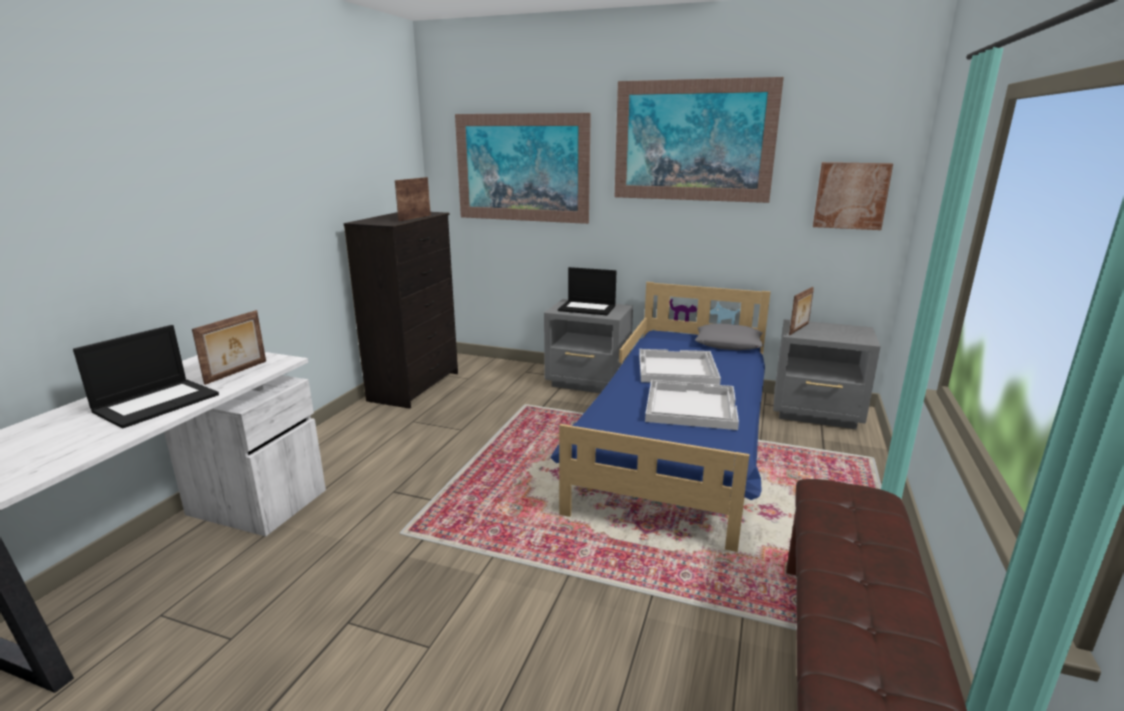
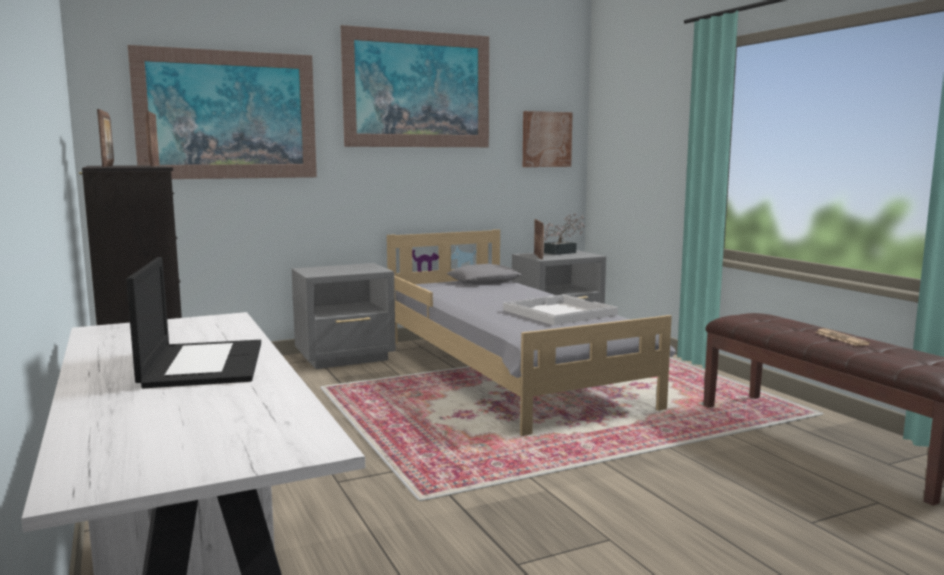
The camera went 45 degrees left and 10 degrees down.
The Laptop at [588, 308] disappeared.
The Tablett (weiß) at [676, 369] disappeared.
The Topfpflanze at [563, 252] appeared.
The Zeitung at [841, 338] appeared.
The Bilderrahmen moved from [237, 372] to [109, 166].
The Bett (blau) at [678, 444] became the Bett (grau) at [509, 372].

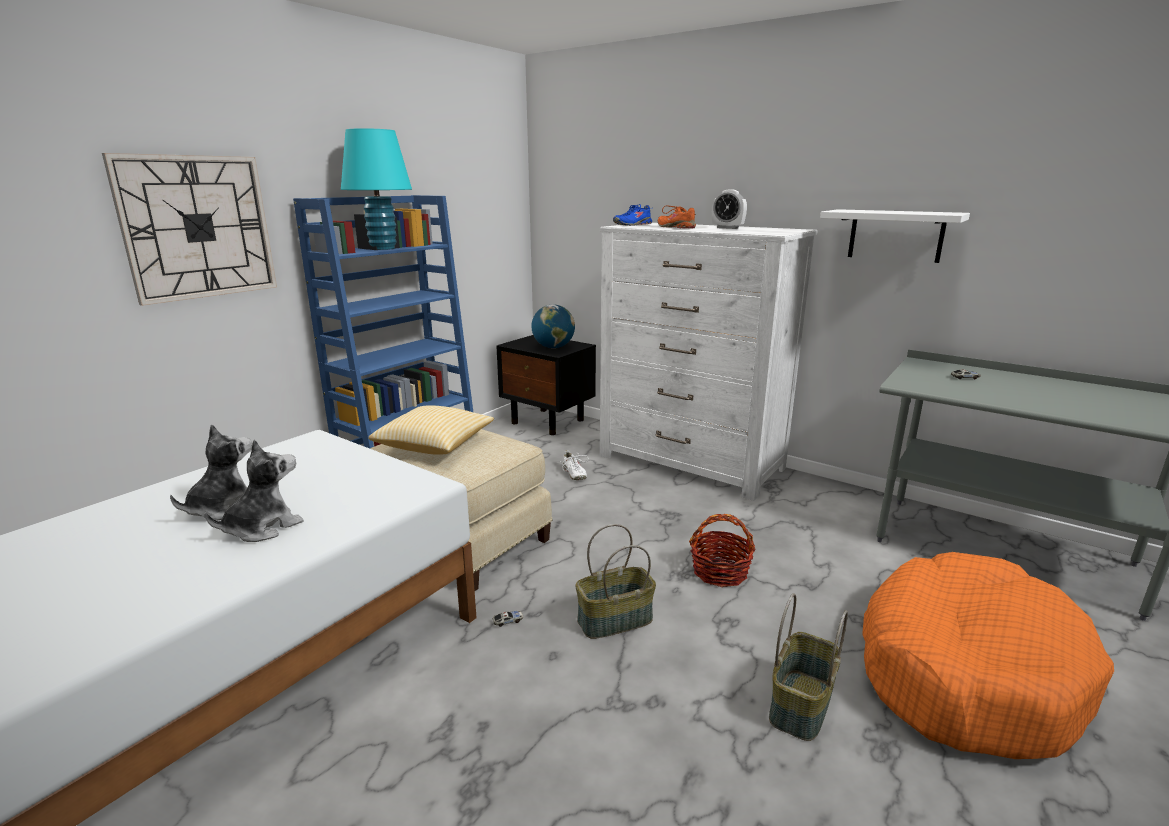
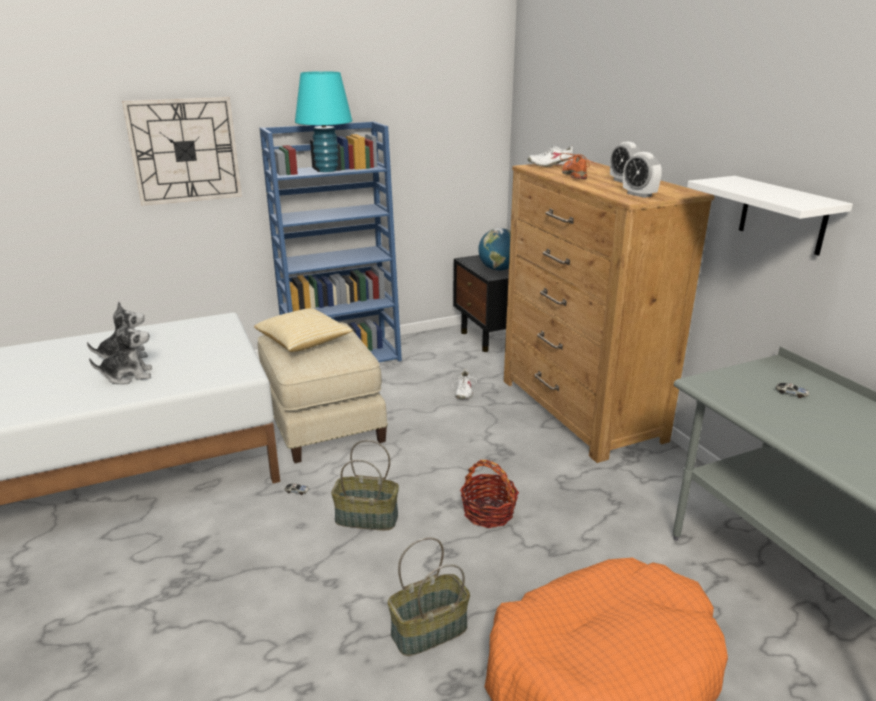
The camera went 30 degrees right and 5 degrees up.
The Wecker at [639, 195] appeared.
The Kommode (weiß) at [690, 462] became the Kommode (braun) at [580, 409].
The Schuh (blau) at [632, 225] became the Schuh (weiß) at [551, 165].

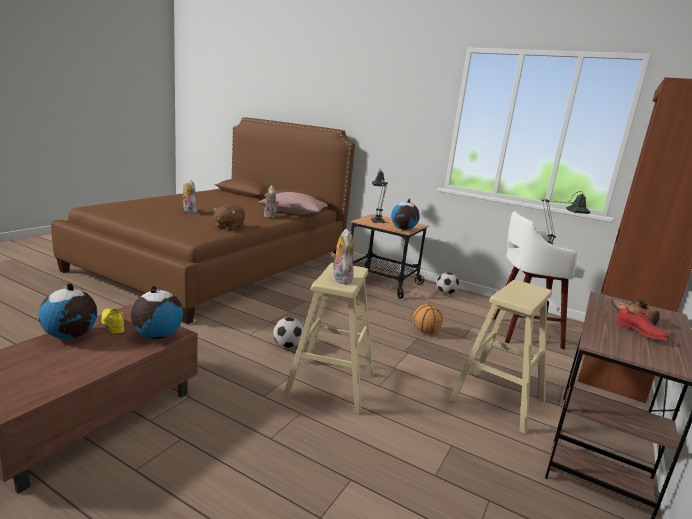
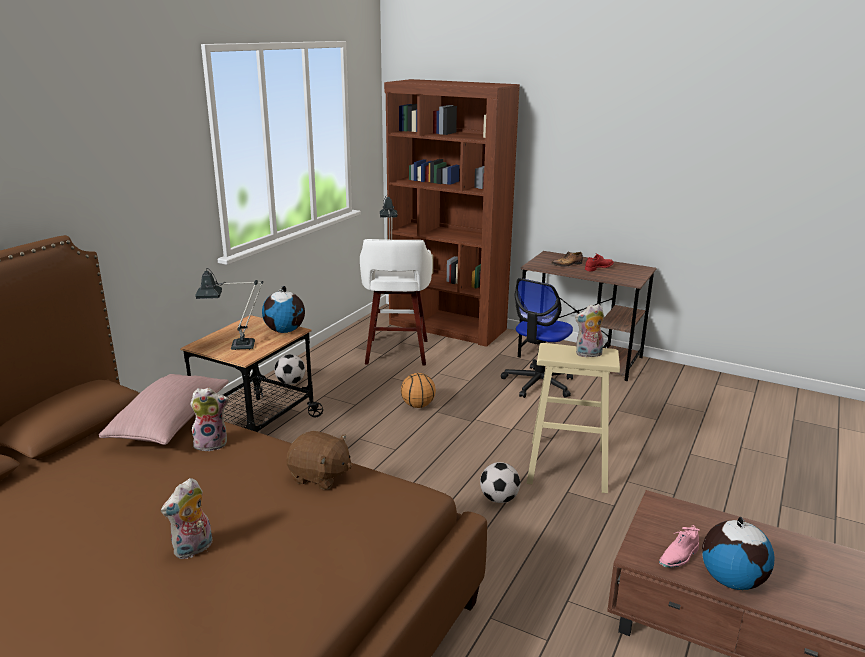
The camera went 90 degrees left and 5 degrees up.
The Globus at [157, 336] disappeared.
The Hocker (beige) at [497, 399] was replaced by the Bürostuhl at [538, 383].
The Schuh (gelb) at [112, 324] became the Schuh (rosa) at [679, 557].

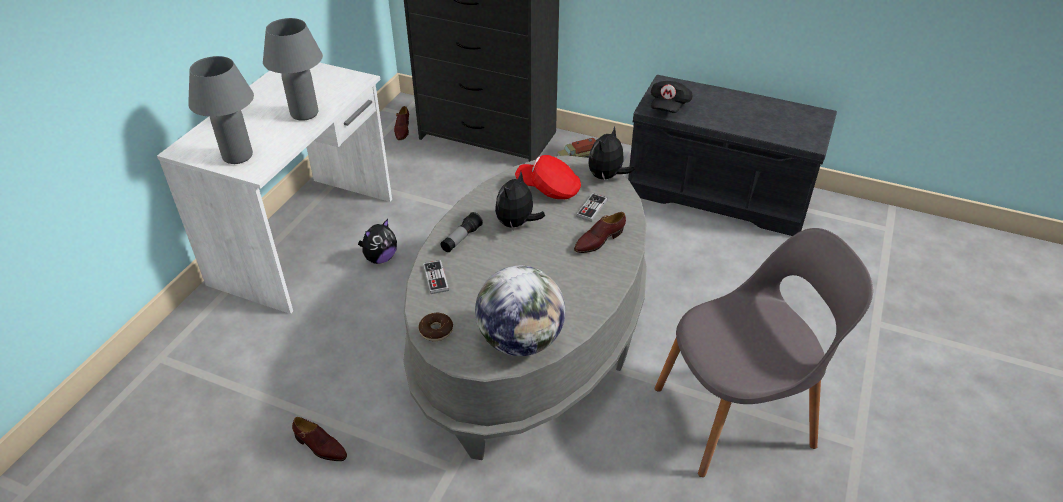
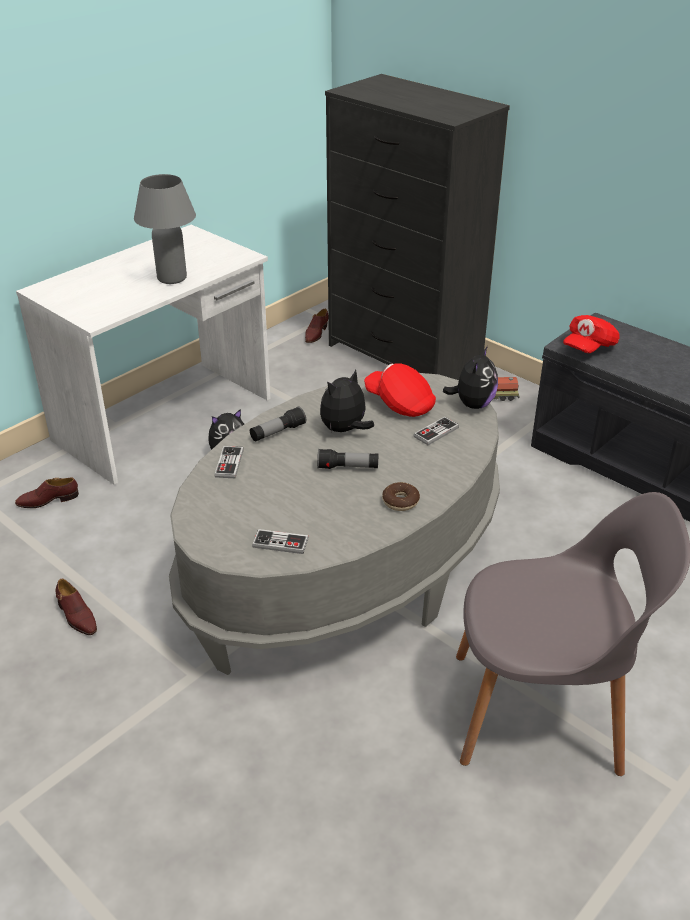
The camera went 20 degrees right and 5 degrees down.
The Tischlampe (grau) at [238, 156] disappeared.
The Taschenlampe at [348, 467] appeared.
The Donut moved from [436, 331] to [400, 501].
The Schuh (braun) moved from [598, 240] to [48, 500].
The Globus at [520, 340] was replaced by the Gamepad at [280, 543].
The Kappe (schwarz) at [668, 106] became the Kappe (rot) at [589, 347].
The Plüschtier at [607, 177] turned 150 degrees clockwise.

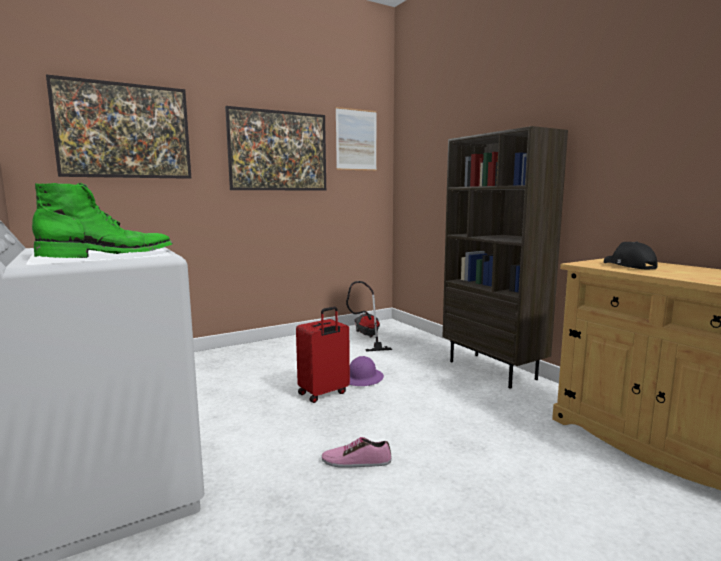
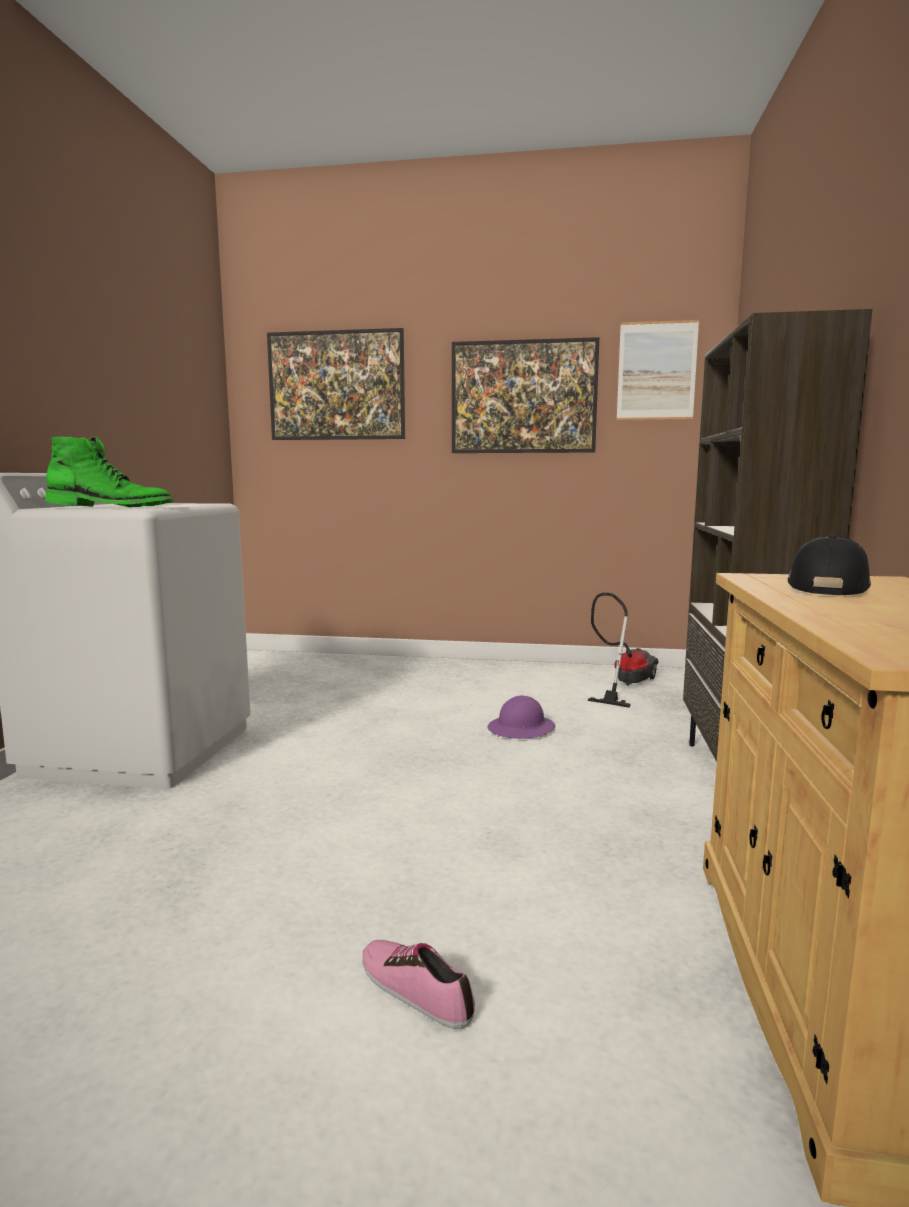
The camera went 40 degrees right and 0 degrees up.
The Koffer (rot) at [324, 394] disappeared.
The Schuh moved from [356, 461] to [416, 988].

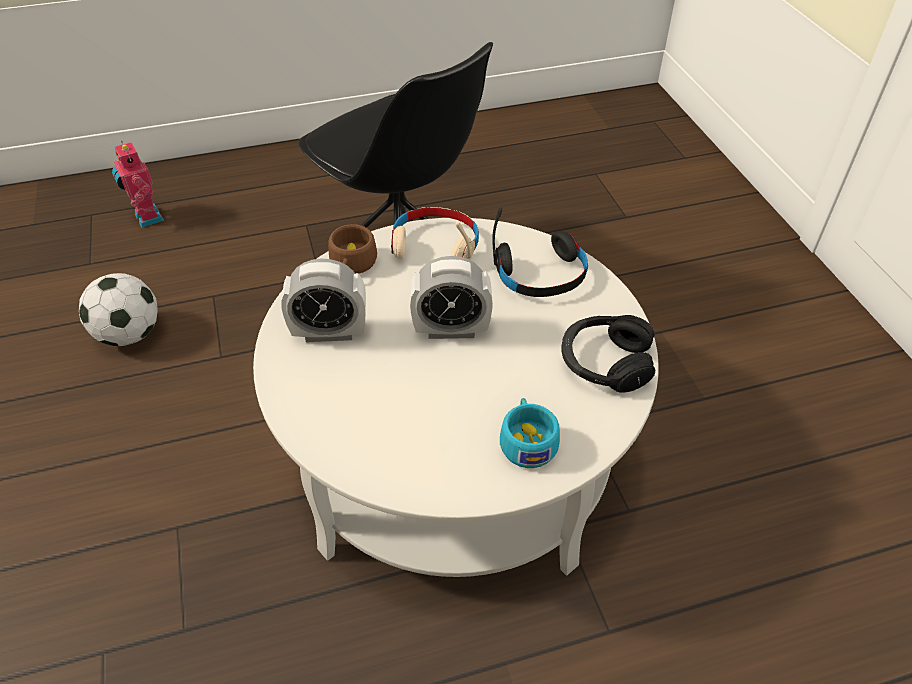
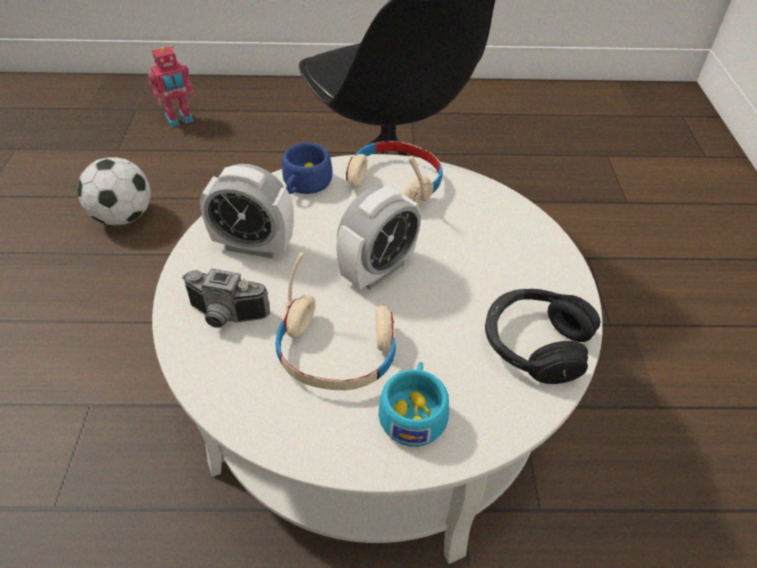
The camera went 15 degrees right and 0 degrees up.
The Kopfhörer (schwarz) at [541, 275] disappeared.
The Kamera at [225, 317] appeared.
The Kopfhörer (beige) at [336, 353] appeared.
The Tasse (braun) at [352, 265] became the Tasse (blau) at [305, 185].
The Spielzeugroboter at [146, 218] turned 105 degrees counterclockwise.
The Wecker at [451, 330] turned 60 degrees counterclockwise.

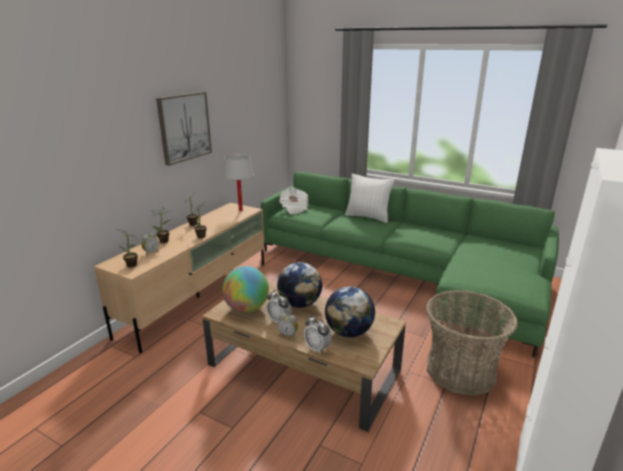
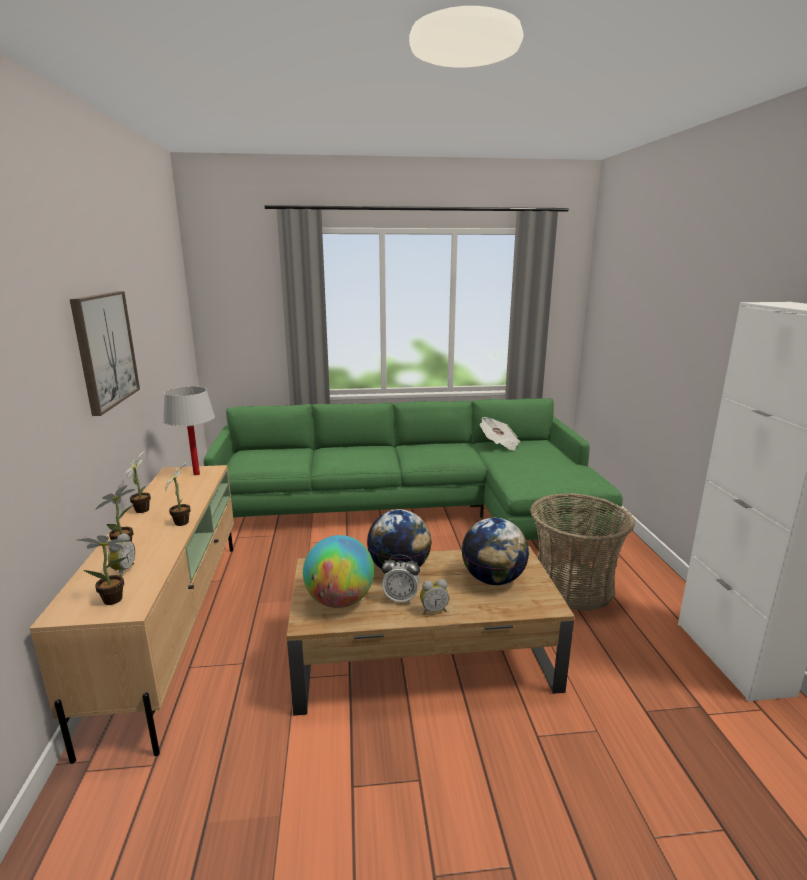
The camera went 35 degrees left and 5 degrees down.
The Wecker at [317, 348] disappeared.
The Kissen (weiß) at [367, 217] disappeared.
The Zeitung moved from [294, 209] to [499, 444].

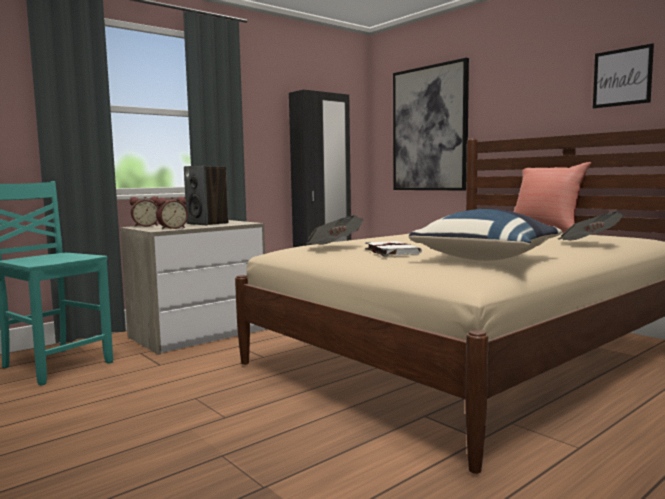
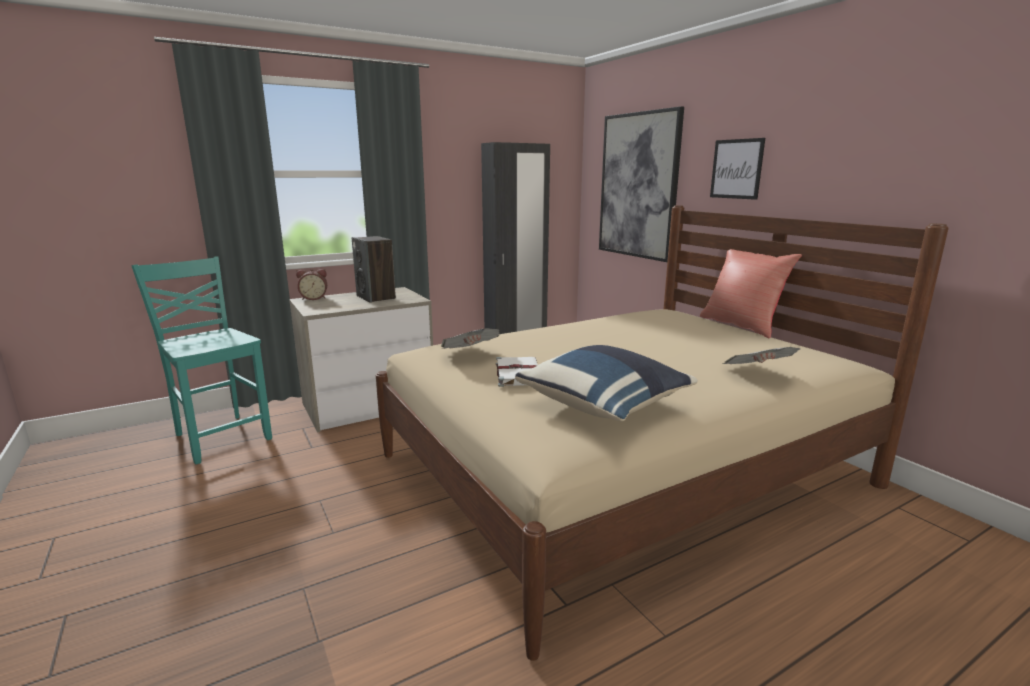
The camera went 10 degrees right and 10 degrees up.
The Wecker at [172, 228] disappeared.
The Bild moved from [622, 77] to [736, 169].

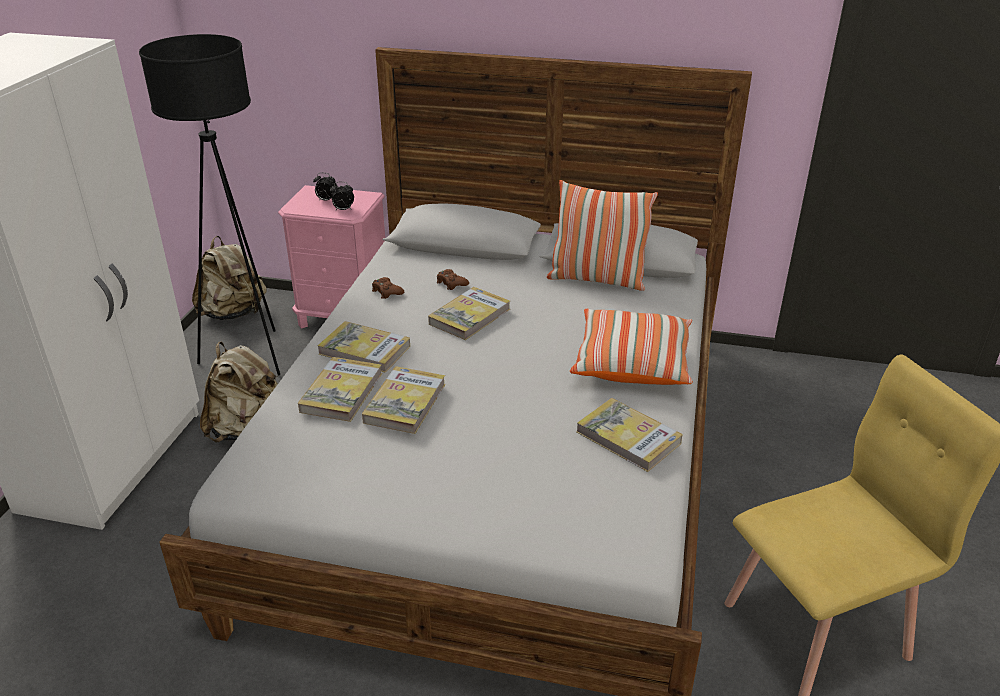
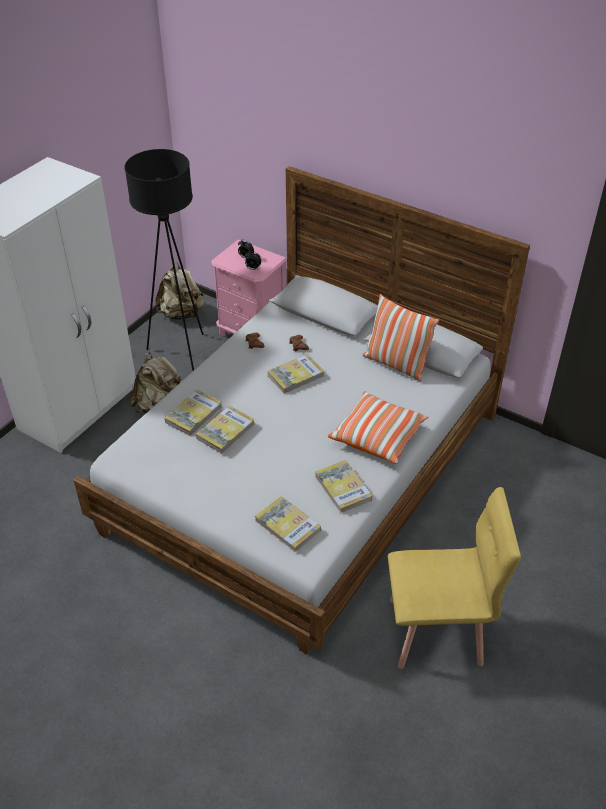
The camera went 20 degrees right and 10 degrees up.
The Buch moved from [364, 350] to [288, 526].

